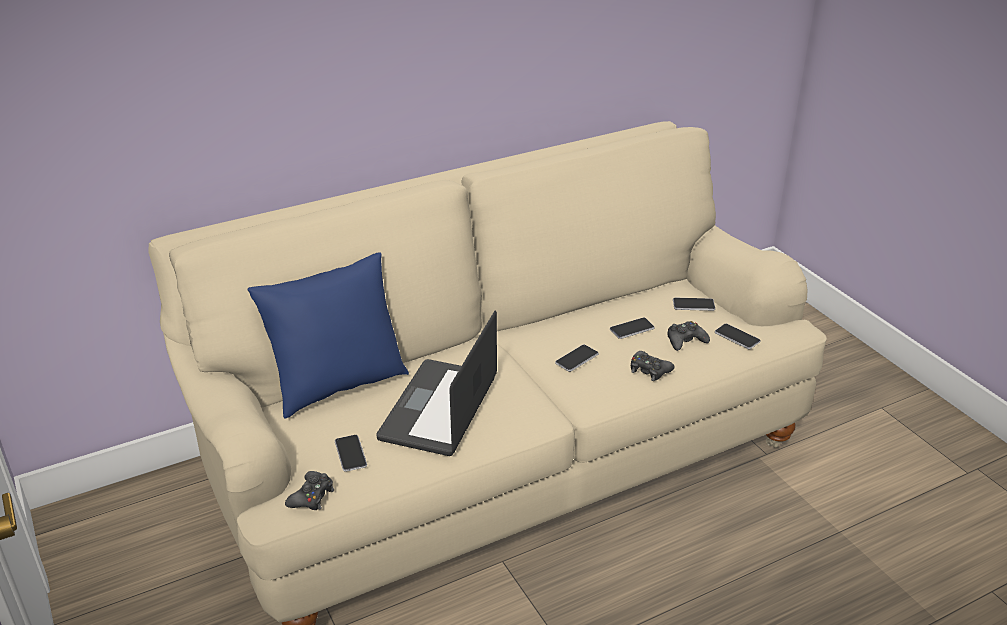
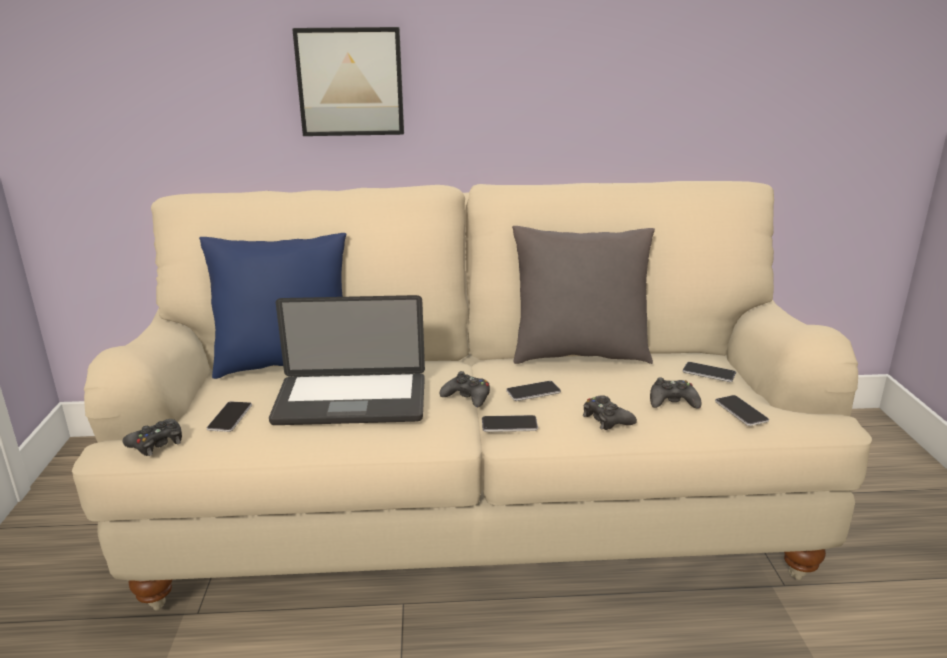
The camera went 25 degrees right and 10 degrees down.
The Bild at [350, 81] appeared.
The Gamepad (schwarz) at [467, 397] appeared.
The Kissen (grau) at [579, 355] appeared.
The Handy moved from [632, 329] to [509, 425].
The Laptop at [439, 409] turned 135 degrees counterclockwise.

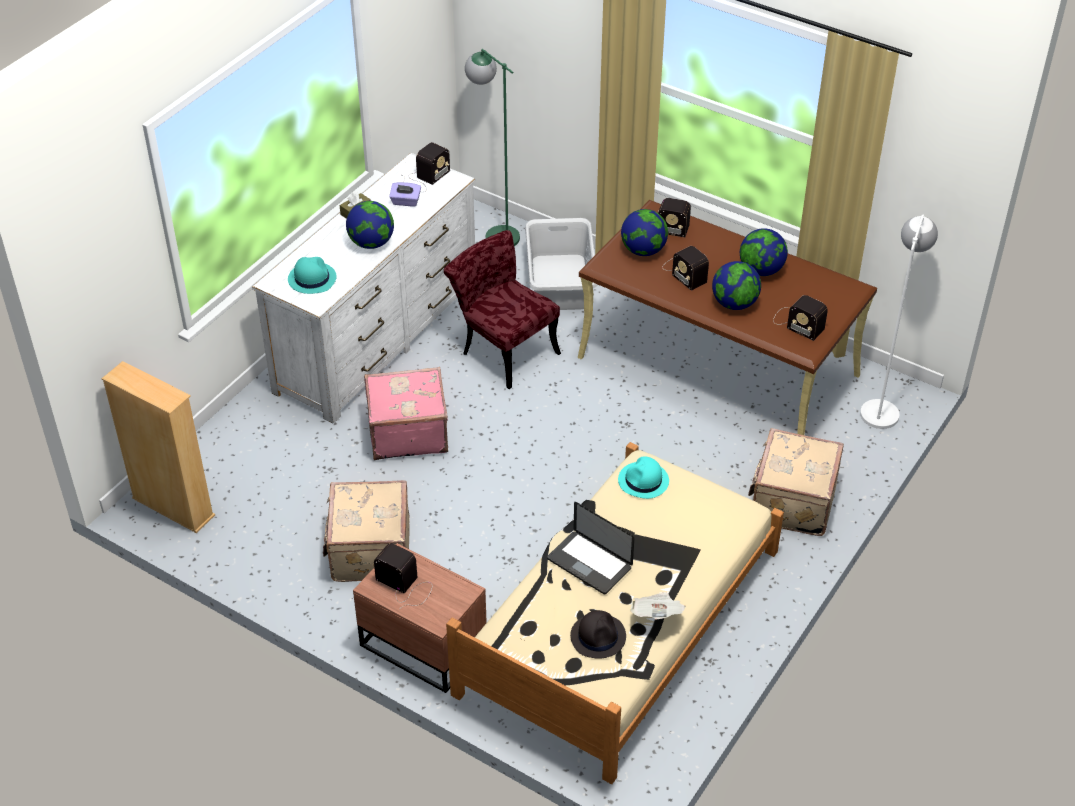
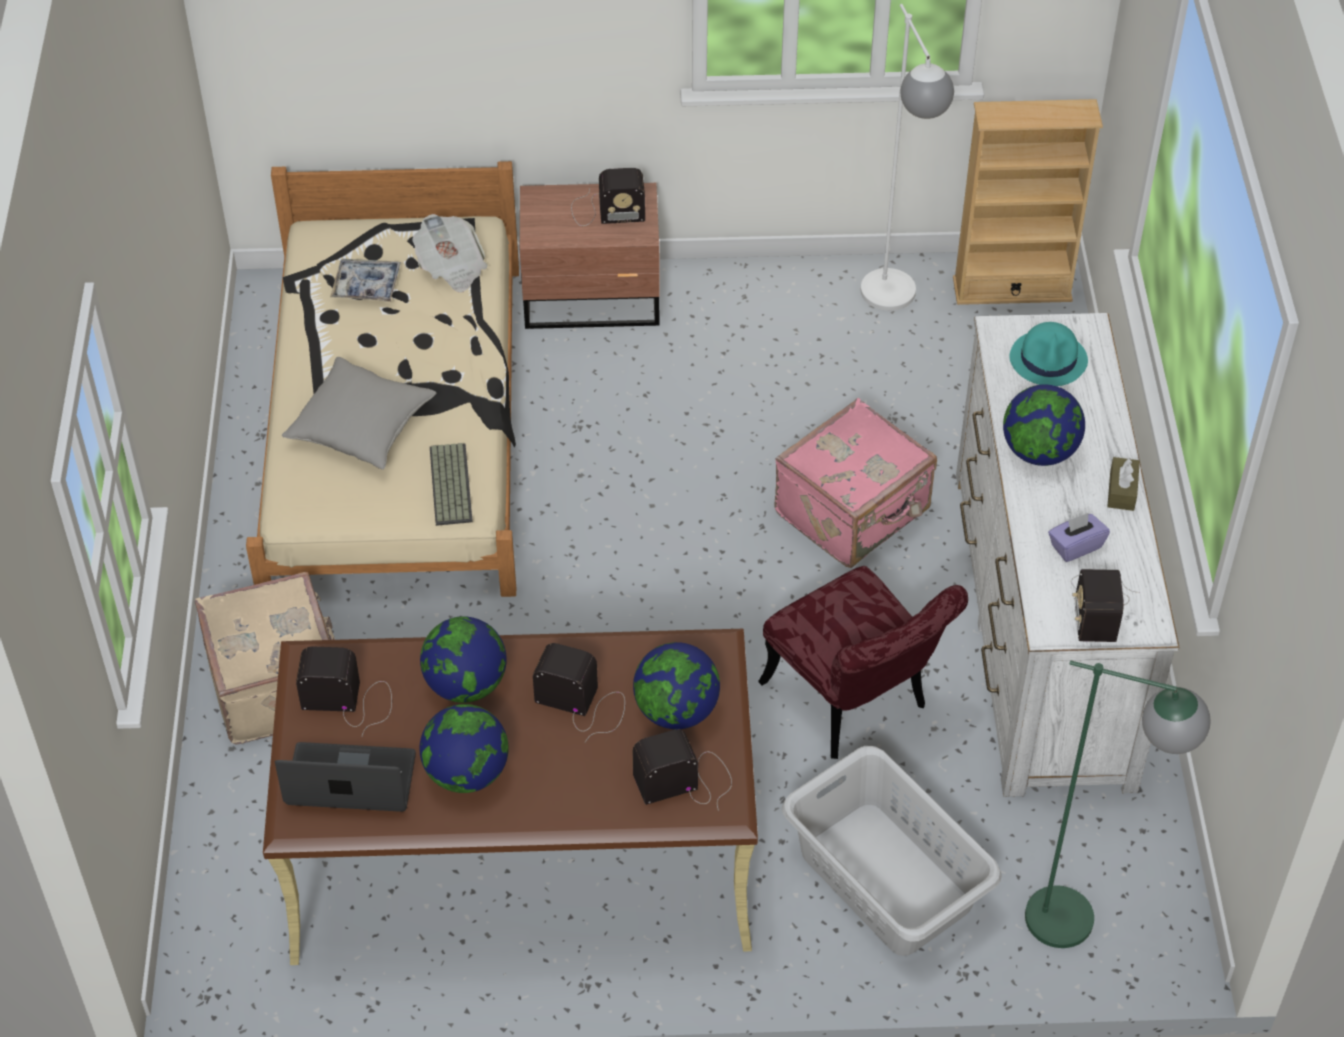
The camera went 145 degrees right and 5 degrees up.
The Koffer (beige) at [369, 551] disappeared.
The Kissen (grau) at [361, 427] appeared.
The Laptop moved from [589, 563] to [351, 780].
The Zeitung moved from [656, 615] to [451, 267].
The Stehlampe (weiß) moved from [882, 405] to [894, 305].
The Hut (schwarz) at [598, 636] was replaced by the Tablett at [366, 286].
The Hut (türkis) at [643, 481] was replaced by the Tastatur at [449, 484].
The Stuhl (rot) at [503, 349] turned 45 degrees clockwise.

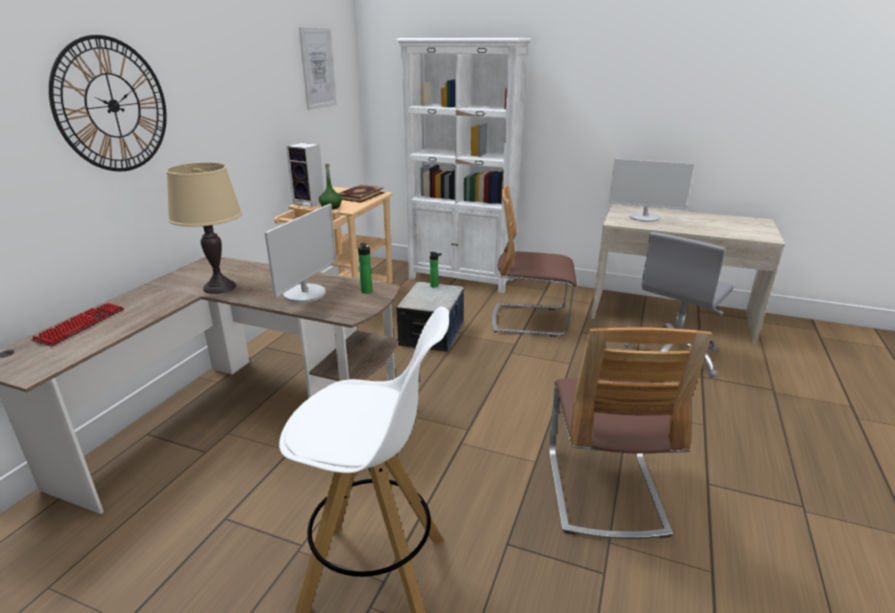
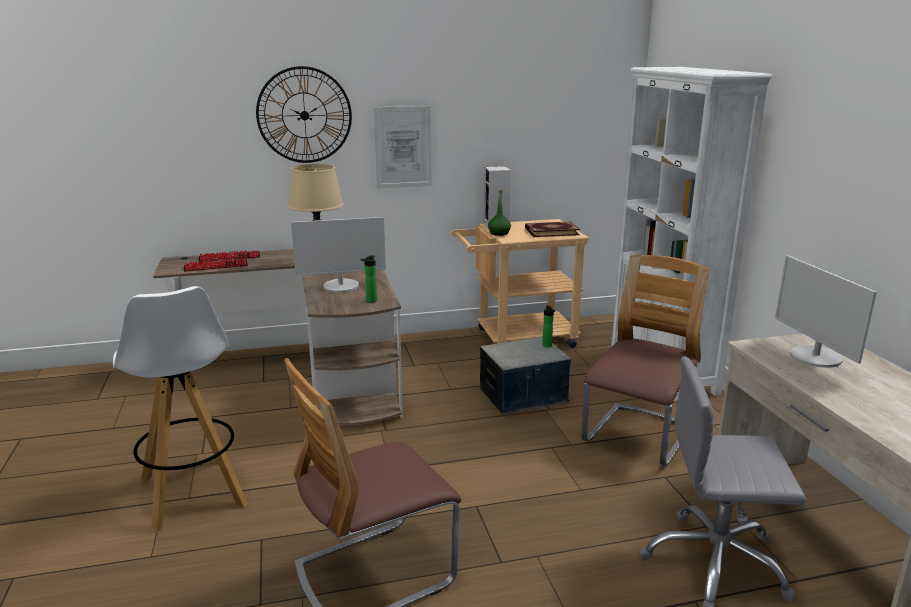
The camera went 55 degrees right and 5 degrees down.
The Tastatur at [216, 266] appeared.
The Bild moved from [318, 68] to [403, 147].
The Stuhl at [530, 320] turned 60 degrees clockwise.

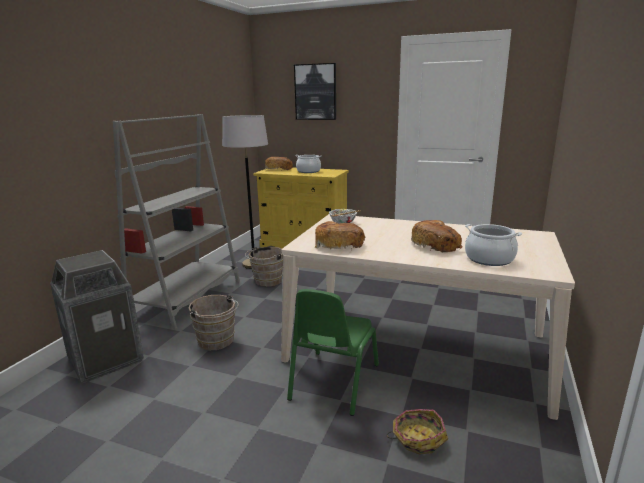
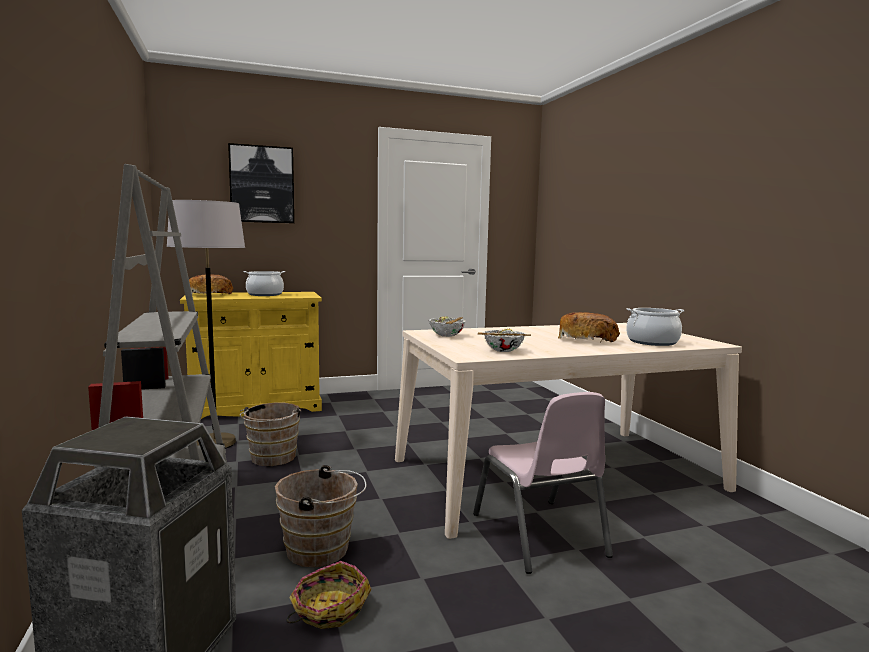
The camera went 40 degrees left and 10 degrees down.
The Korb moved from [417, 438] to [328, 609].
The Brot at [338, 244] was replaced by the Schüssel at [503, 350].
The Stuhl (grün) at [333, 381] became the Stuhl (rosa) at [539, 535].

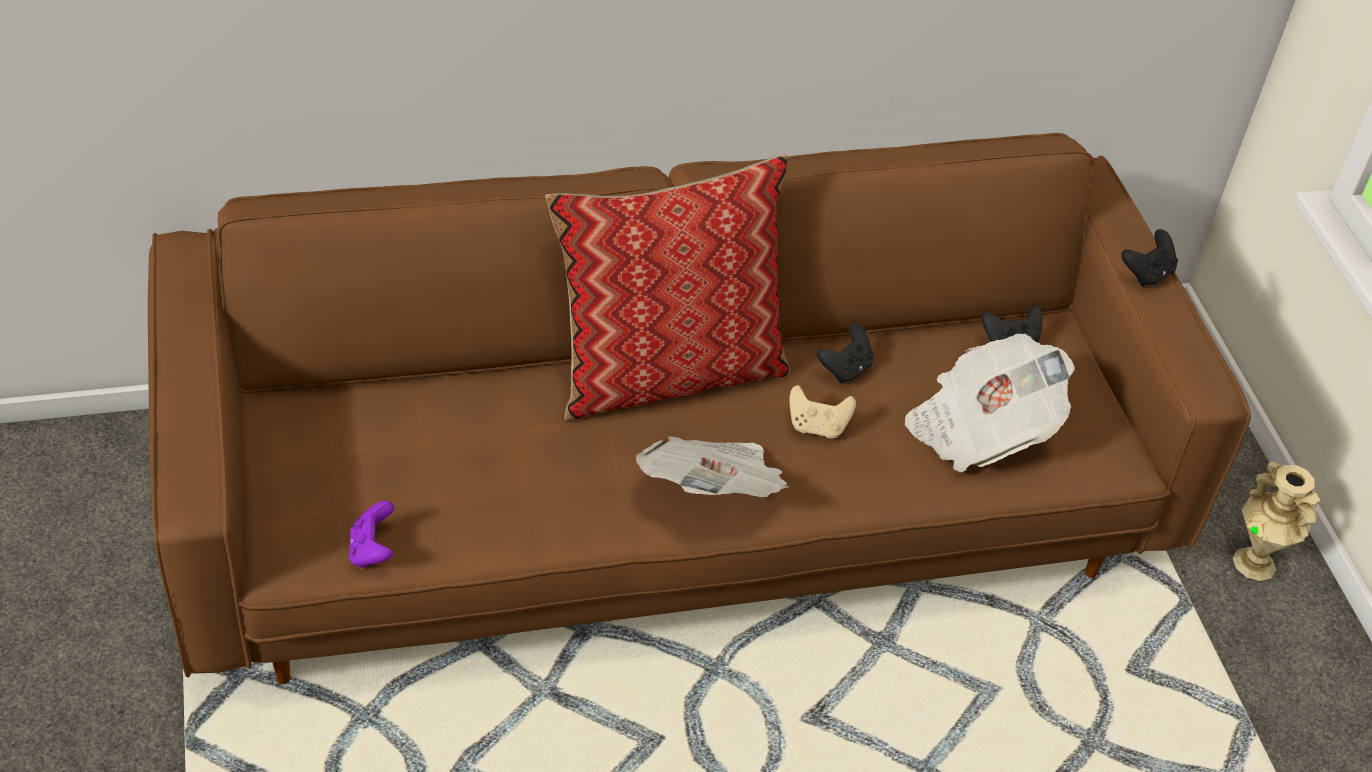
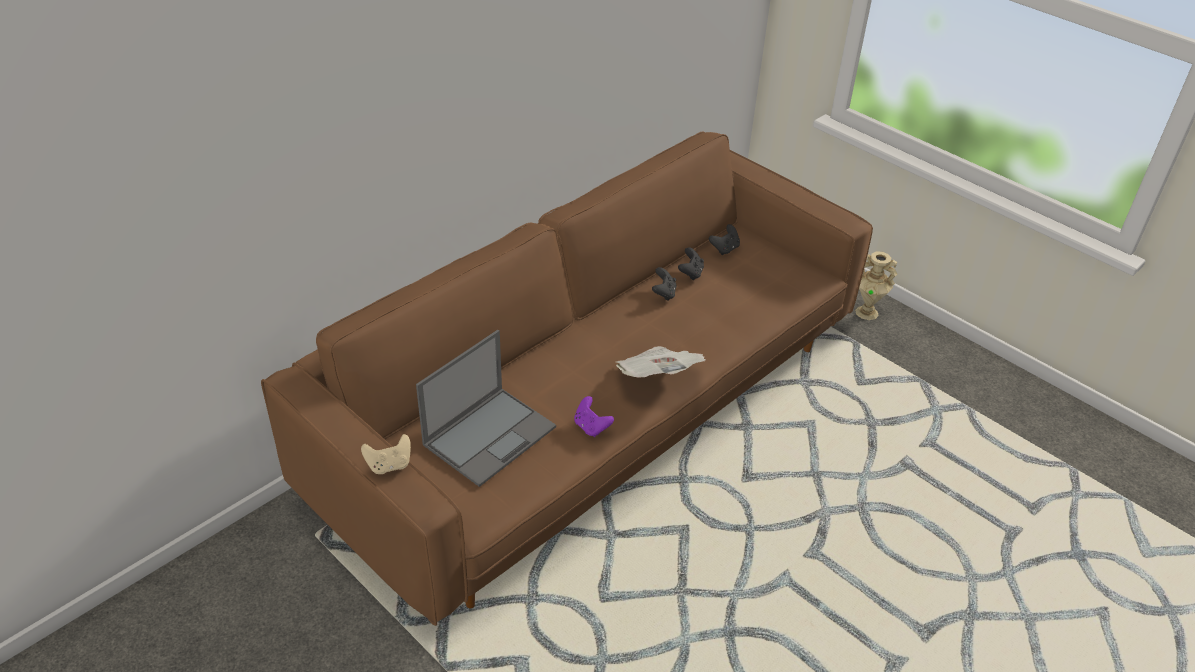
The camera went 30 degrees left and 5 degrees down.
The Kissen at [667, 371] disappeared.
The Zeitung at [980, 429] disappeared.
The Laptop at [490, 435] appeared.
The Gamepad (lila) moved from [372, 551] to [591, 427].
The Gamepad (beige) moved from [817, 427] to [389, 465].
The Gamepad (schwarz) moved from [1147, 274] to [690, 273].

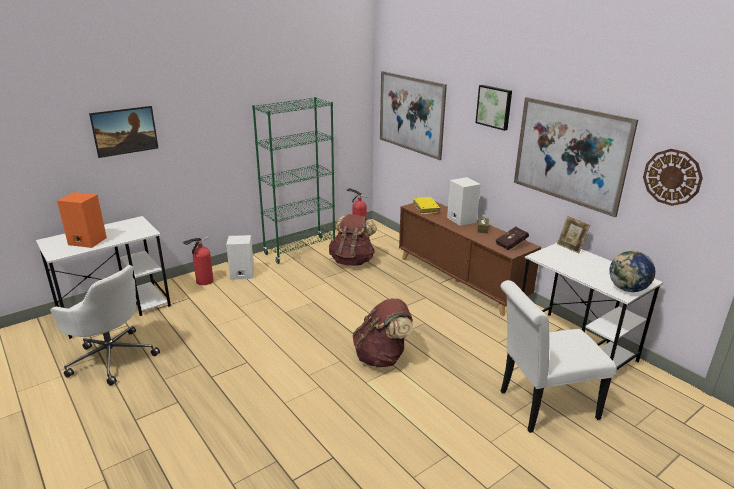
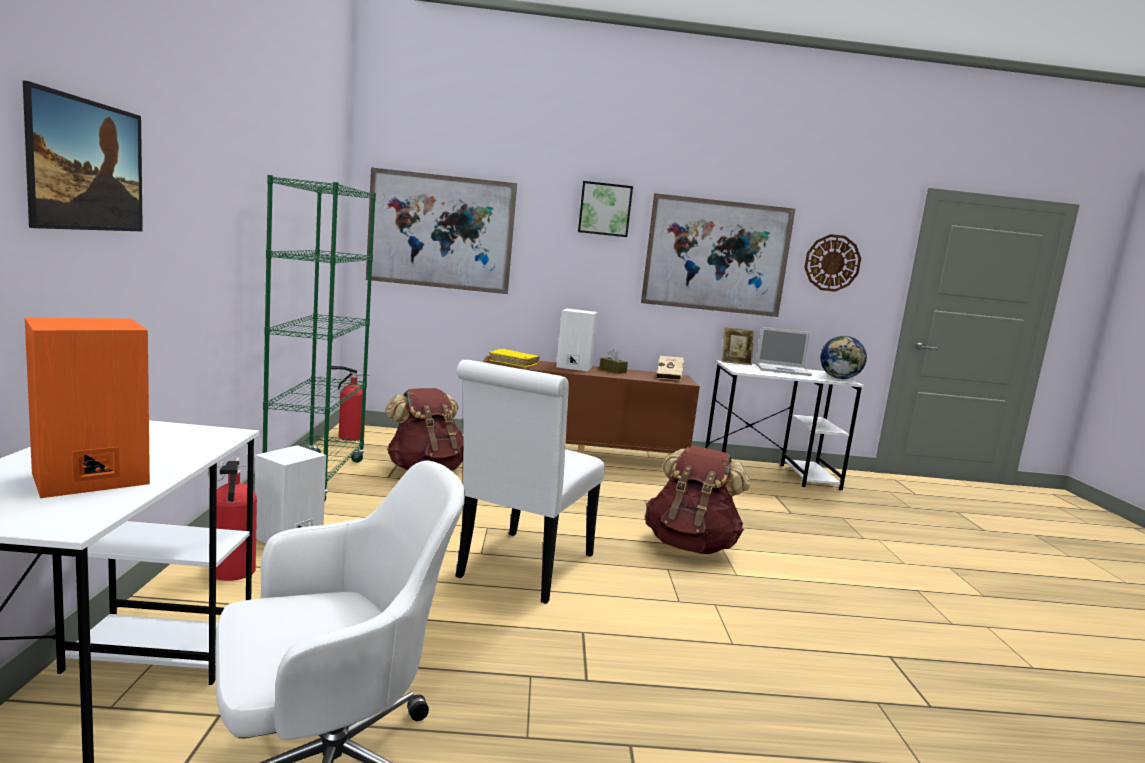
The camera went 55 degrees left and 15 degrees down.
The Laptop at [783, 370] appeared.
The Stuhl (weiß) moved from [542, 406] to [522, 570].
The Buch (rot) at [512, 245] became the Buch (beige) at [669, 377].

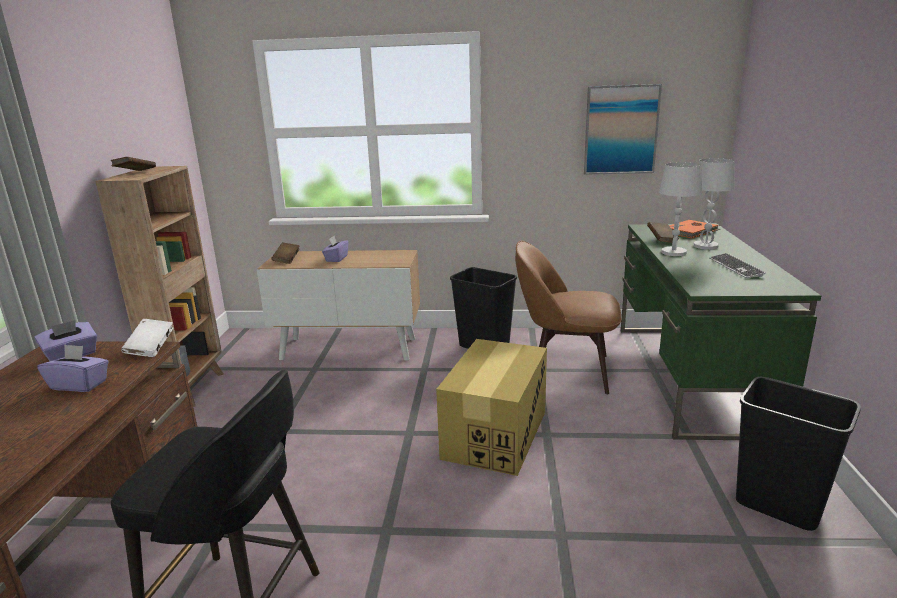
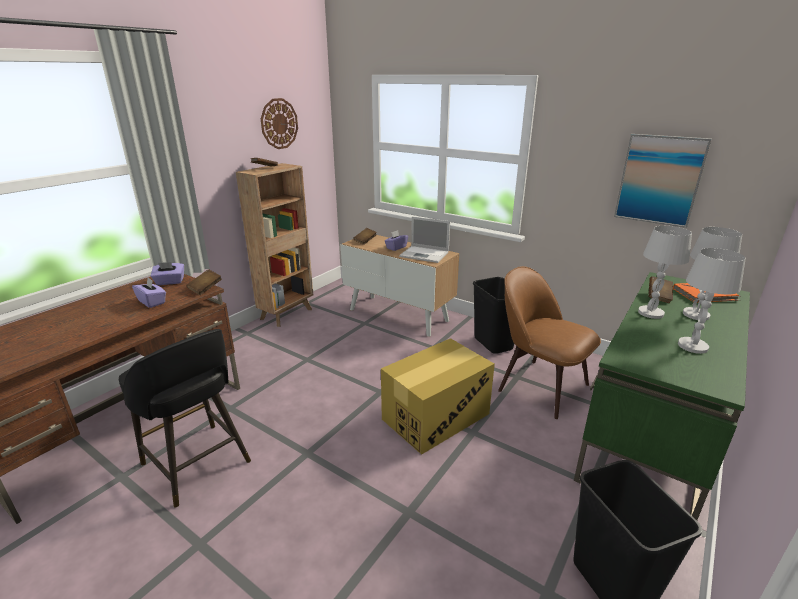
The camera went 30 degrees right and 5 degrees up.
The Wanduhr at [279, 123] appeared.
The Laptop at [425, 254] appeared.
The Tastatur at [735, 267] was replaced by the Tischlampe (weiß) at [693, 346].
The Buch (weiß) at [151, 348] became the Buch (braun) at [205, 289].

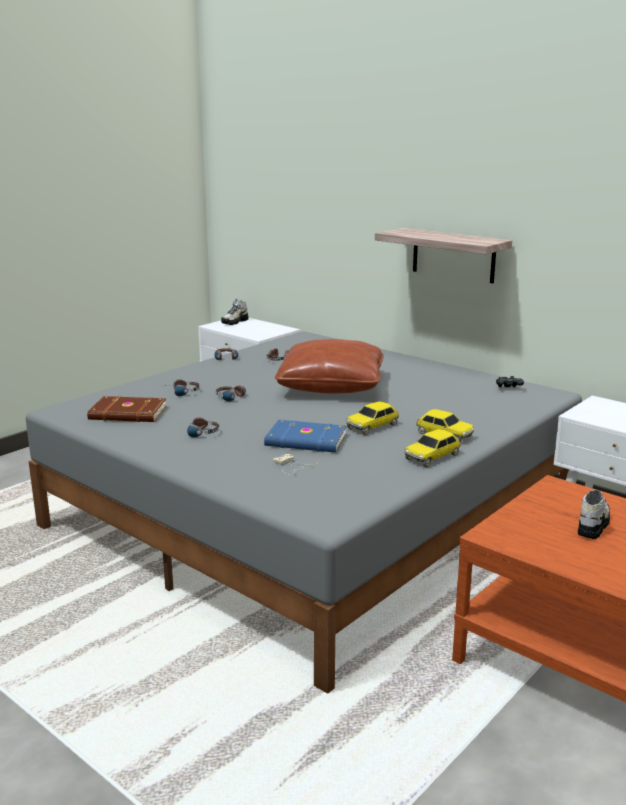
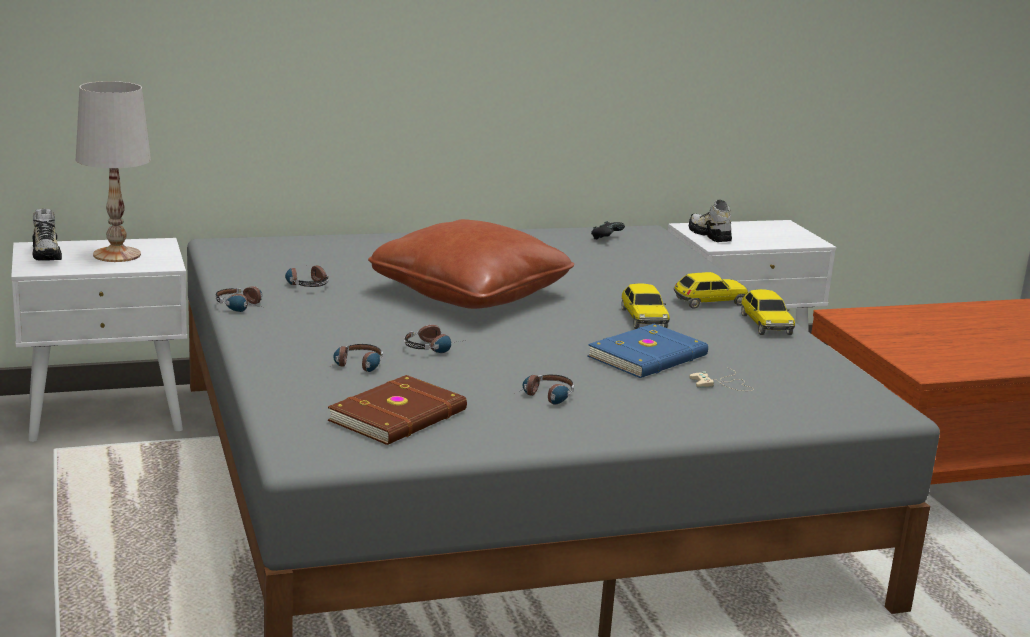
The camera went 60 degrees left and 0 degrees up.
The Wandregal at [453, 255] disappeared.
The Tischlampe (weiß) at [117, 255] appeared.
The Schuh moved from [592, 525] to [709, 235].

